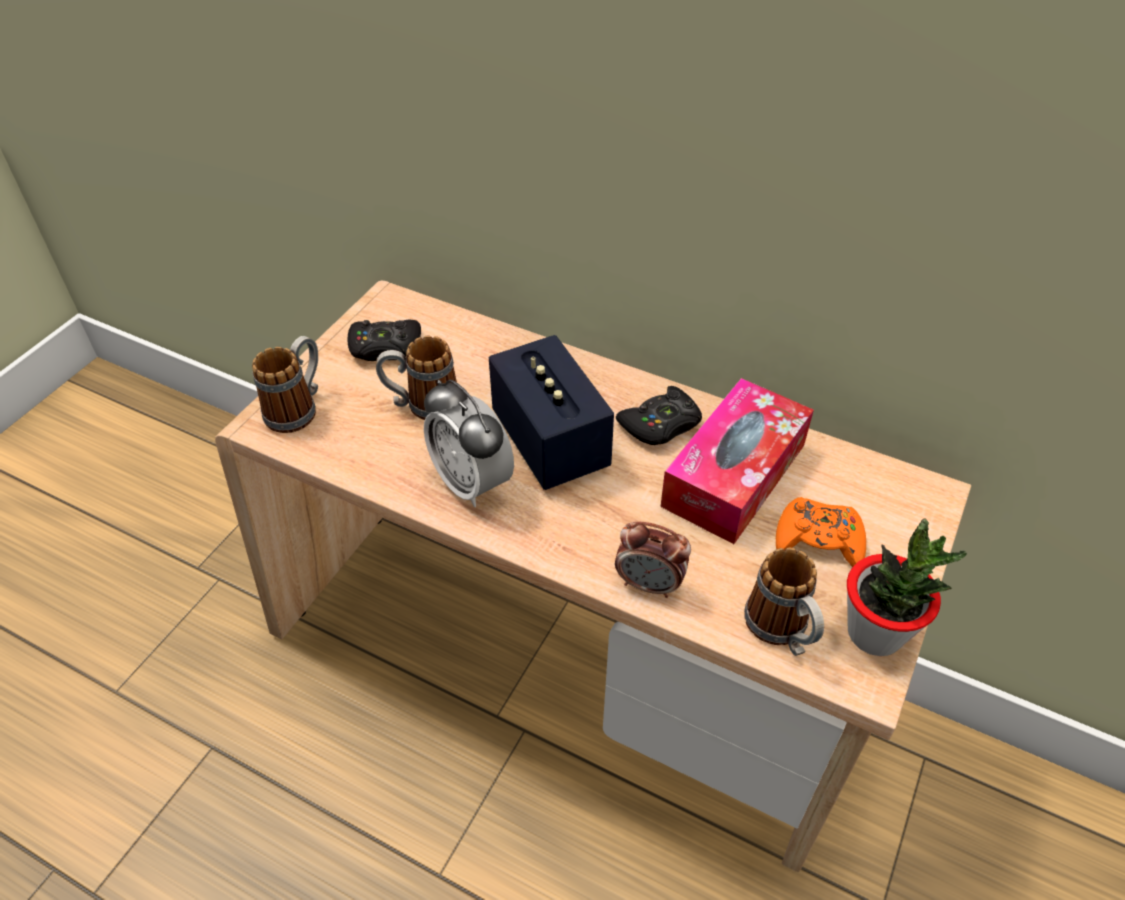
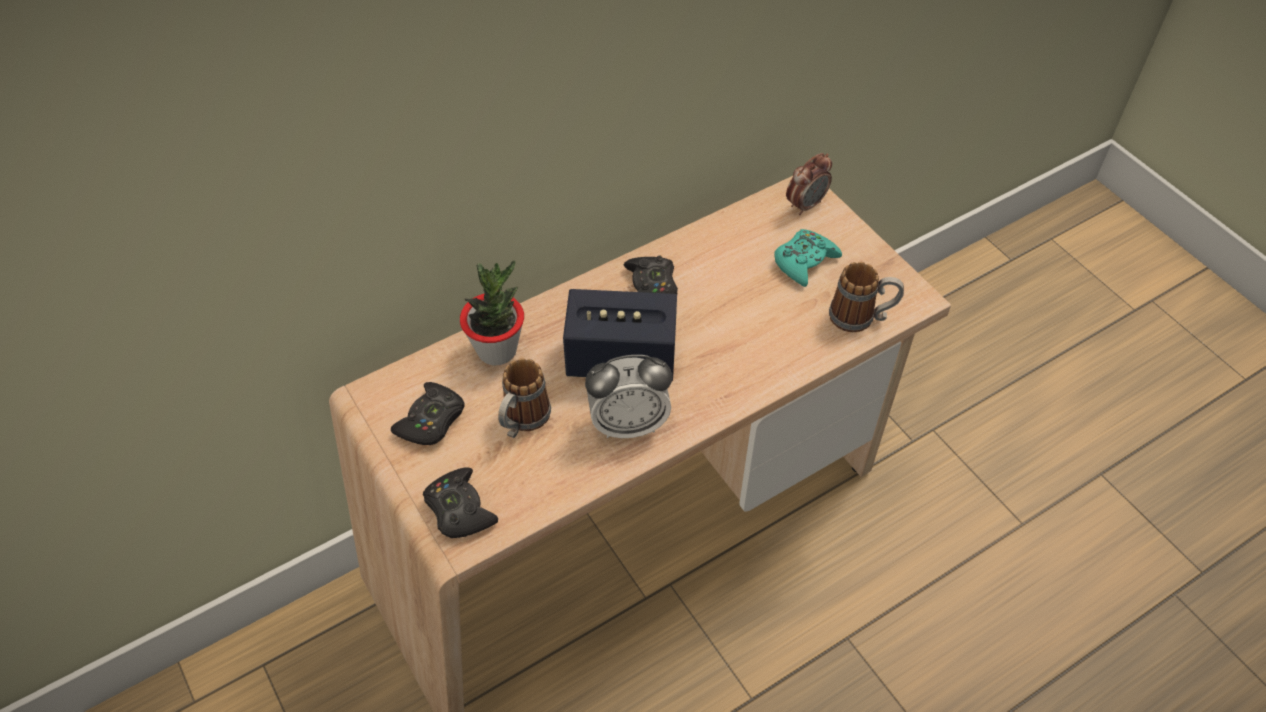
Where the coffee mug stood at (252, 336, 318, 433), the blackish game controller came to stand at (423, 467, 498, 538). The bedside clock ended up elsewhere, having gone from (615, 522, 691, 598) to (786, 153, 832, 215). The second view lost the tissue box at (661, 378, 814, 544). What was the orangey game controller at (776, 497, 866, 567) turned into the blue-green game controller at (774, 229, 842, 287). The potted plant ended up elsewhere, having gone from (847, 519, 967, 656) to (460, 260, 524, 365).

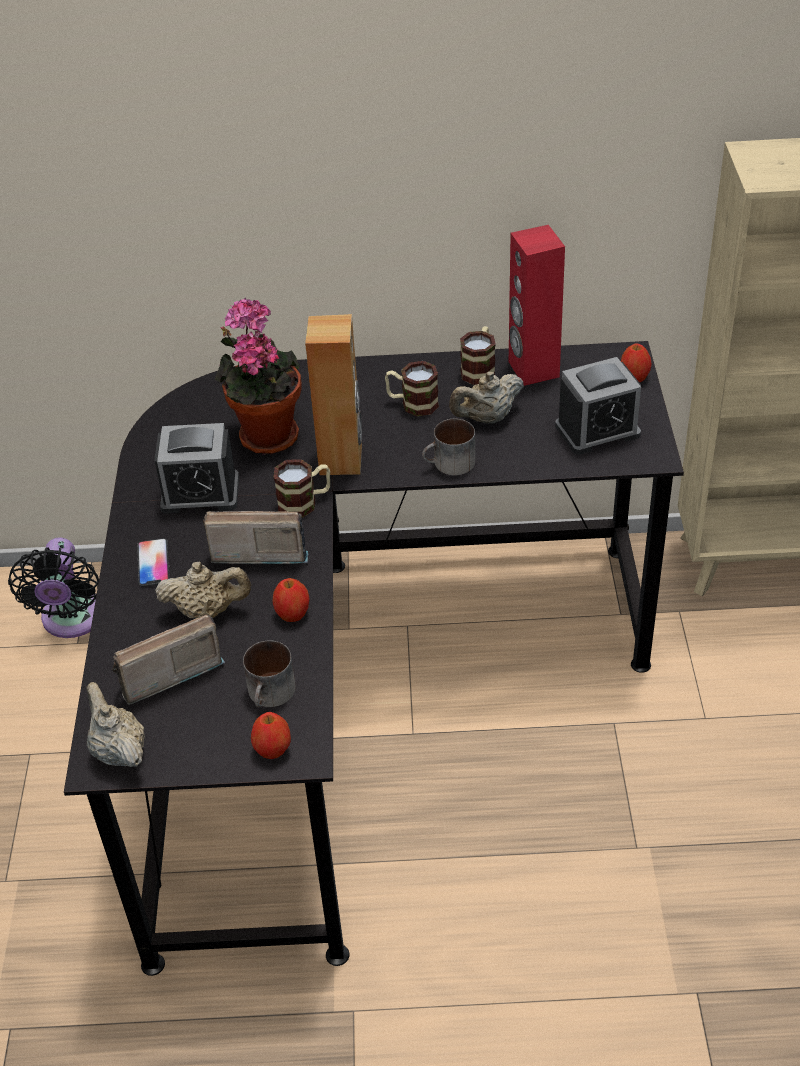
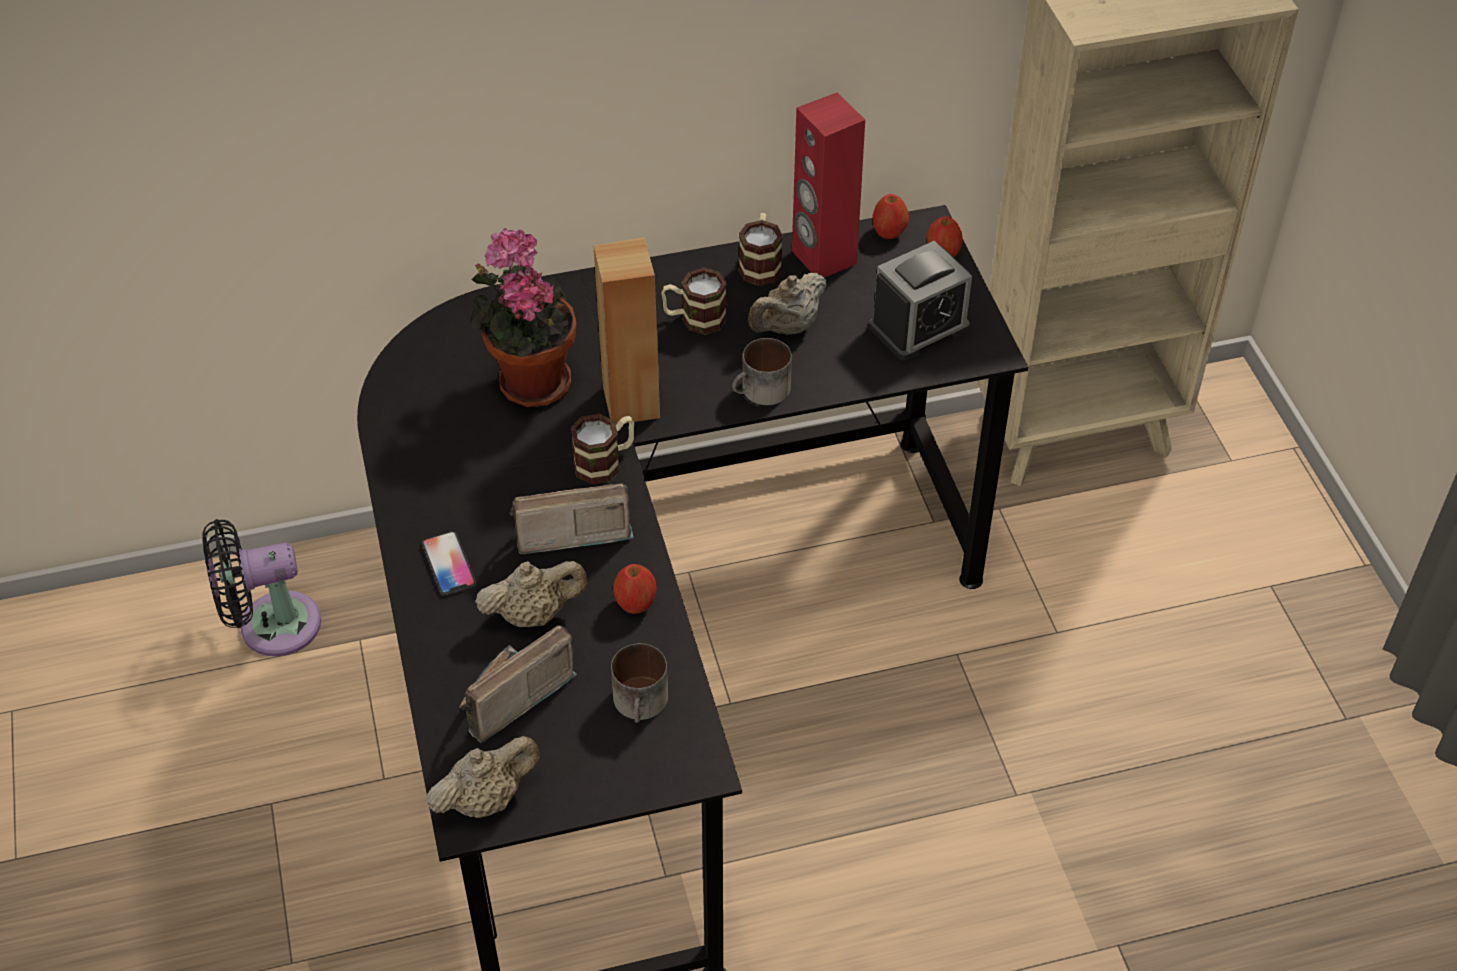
The blackish electric fan at (8, 537, 99, 638) ended up facing another way, 90 degrees clockwise from before. The beige-coloured tea pot at (87, 682, 145, 767) ended up facing another way, 105 degrees clockwise from before. The second view lost the bedside clock at (154, 423, 239, 514). The apple ended up elsewhere, having gone from (251, 712, 291, 759) to (873, 194, 909, 239).

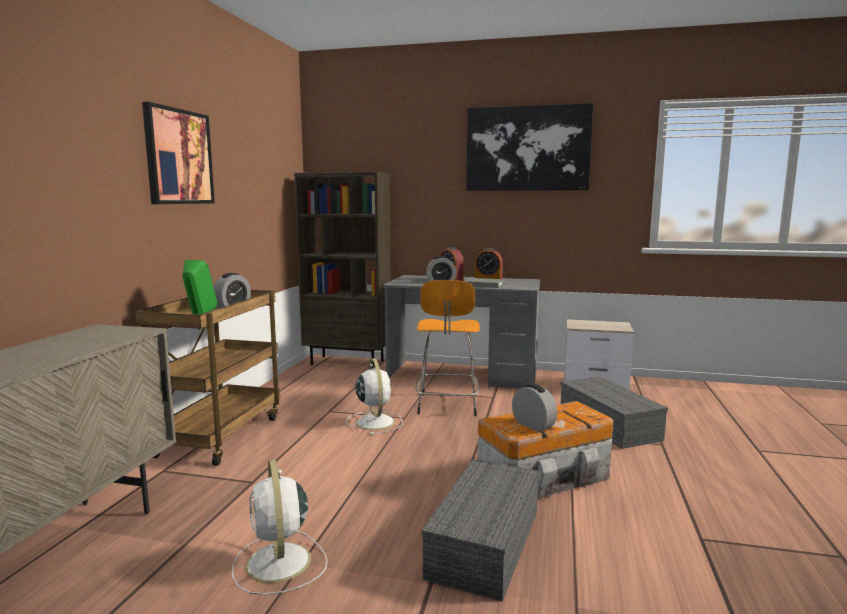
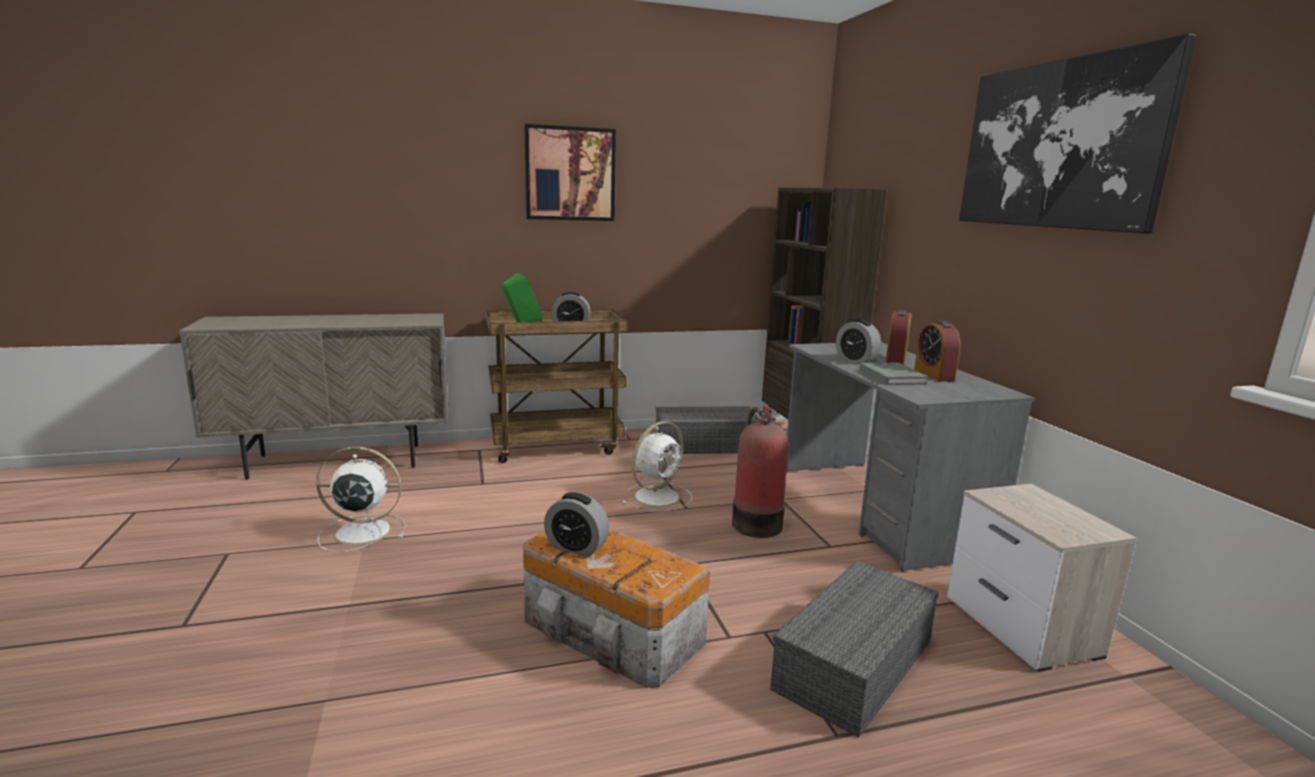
The white electric fan at (232, 459, 328, 595) ended up facing another way, 45 degrees clockwise from before. Where the orangey stool seat stood at (415, 280, 480, 416), the fire extinguisher came to stand at (732, 406, 789, 538). The gray storage container ended up elsewhere, having gone from (422, 459, 540, 601) to (656, 406, 760, 454). The bedside clock at (512, 384, 557, 432) ended up facing another way, 90 degrees clockwise from before.

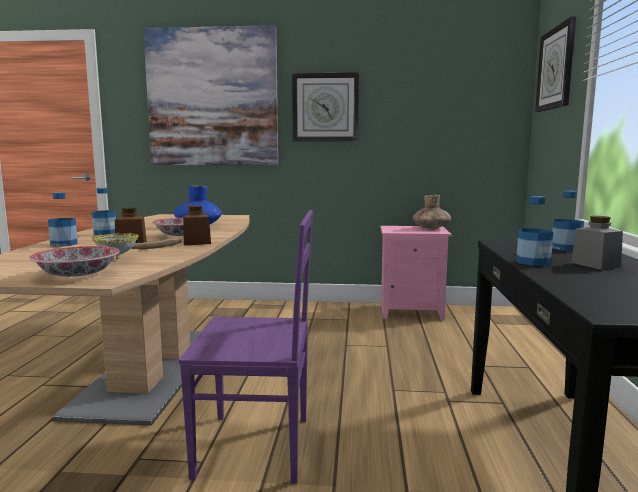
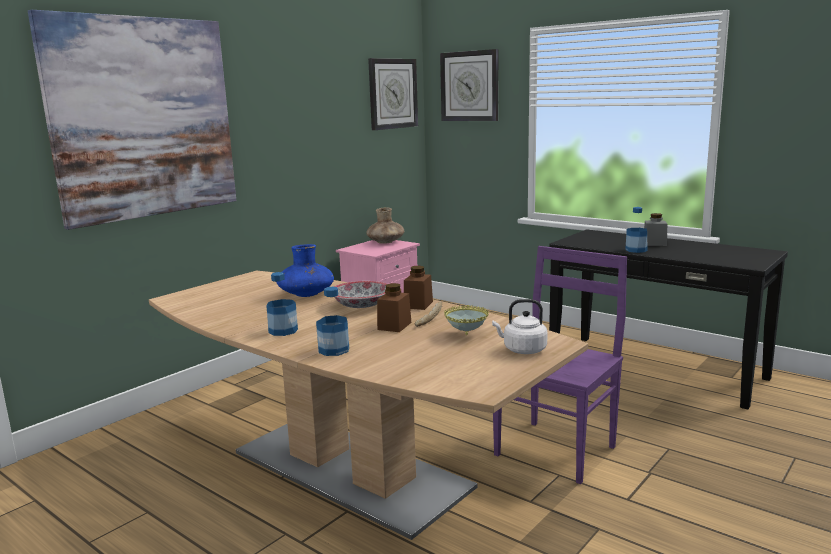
Where the deep dish stood at (29, 246, 120, 277), the white water kettle came to stand at (492, 299, 548, 354). The clock on the wall ended up elsewhere, having gone from (292, 72, 359, 142) to (368, 58, 418, 130). The second view lost the beverage bottle at (552, 191, 584, 251).

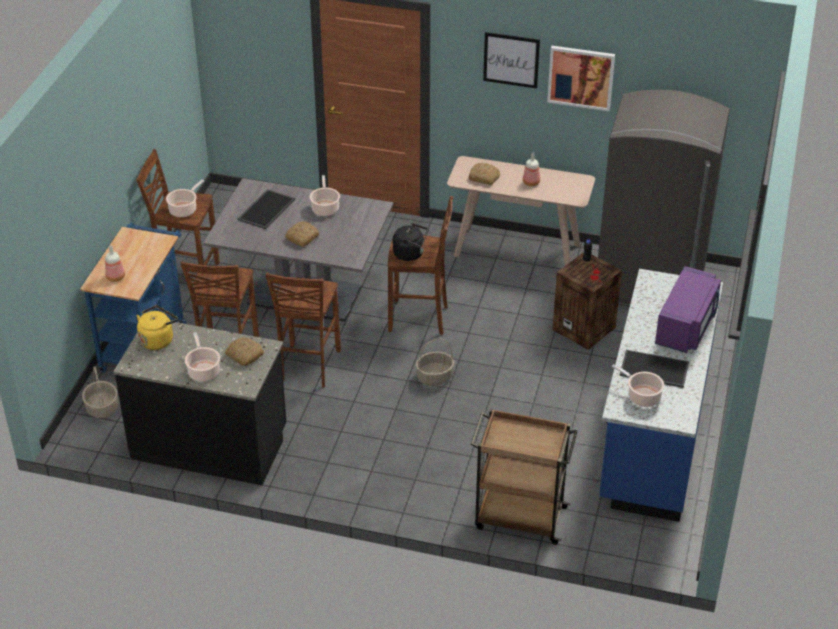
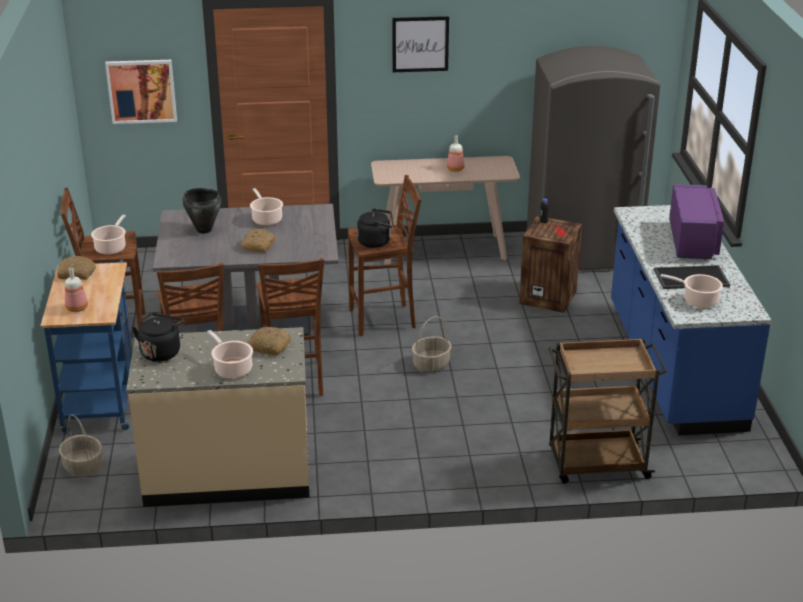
What was the blackish kitchen base unit at (113, 322, 286, 485) turned into the beige-coloured kitchen base unit at (126, 327, 309, 507). What was the yellowish water kettle at (136, 305, 178, 350) turned into the blackish water kettle at (132, 313, 185, 362). Where the tray stood at (237, 189, 295, 229), the blackish cooking pot came to stand at (182, 188, 221, 234). The baked bread ended up elsewhere, having gone from (469, 163, 500, 185) to (57, 256, 96, 280). The wall picture ended up elsewhere, having gone from (547, 46, 615, 111) to (105, 60, 177, 124).

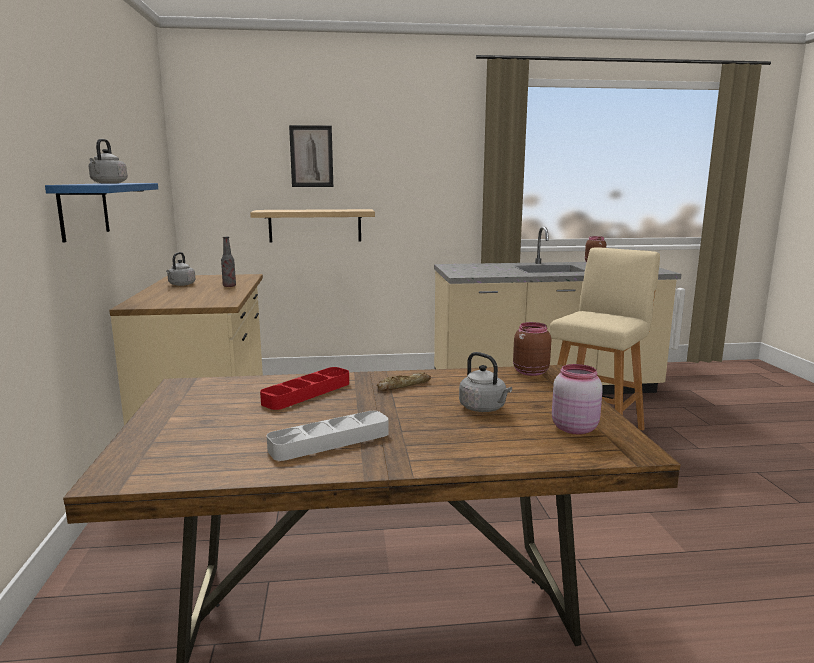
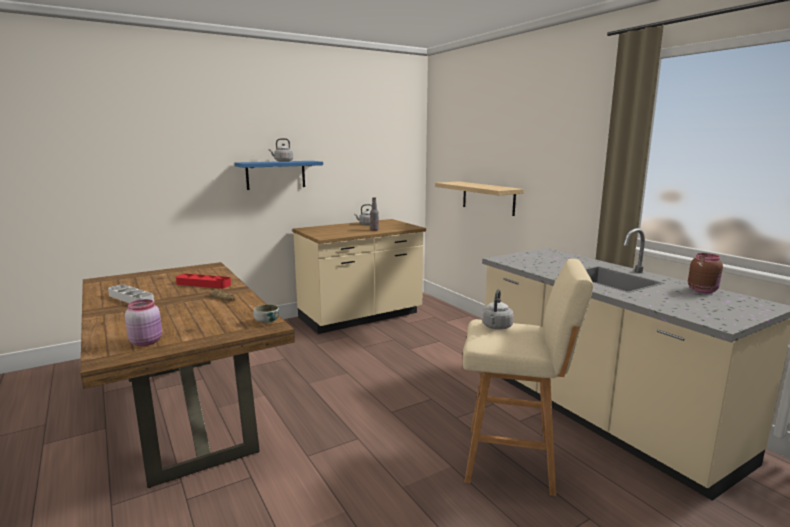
The second view lost the wall picture at (289, 125, 333, 187). The gray water kettle ended up elsewhere, having gone from (459, 352, 512, 412) to (482, 289, 514, 330). Where the brownish jar stood at (513, 322, 551, 376), the deep dish came to stand at (253, 305, 279, 324).

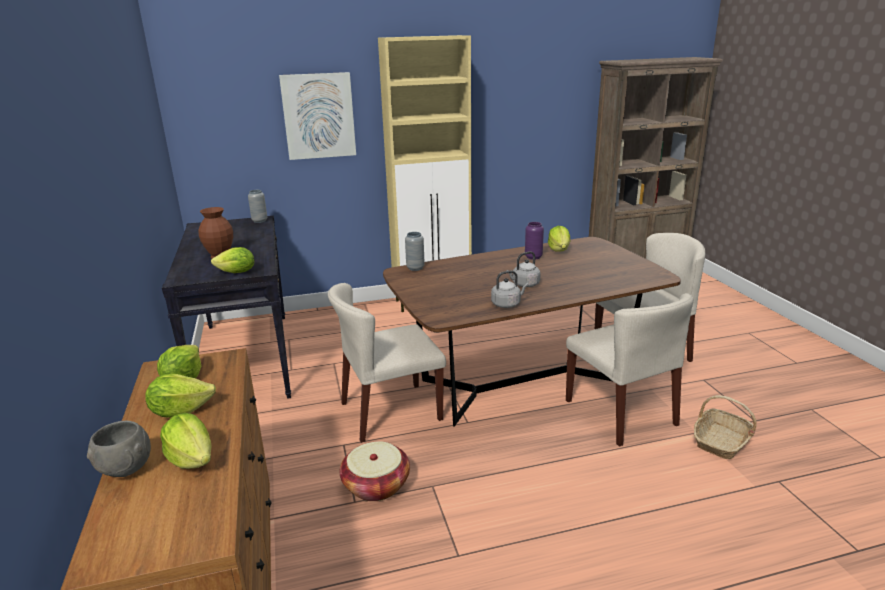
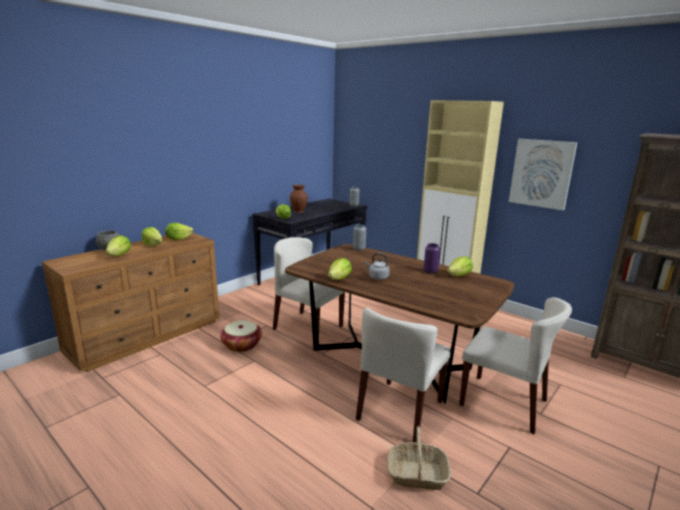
The wall picture ended up elsewhere, having gone from (279, 72, 356, 160) to (509, 139, 577, 210). Where the gray water kettle stood at (491, 271, 529, 308), the lettuce came to stand at (328, 258, 352, 280).

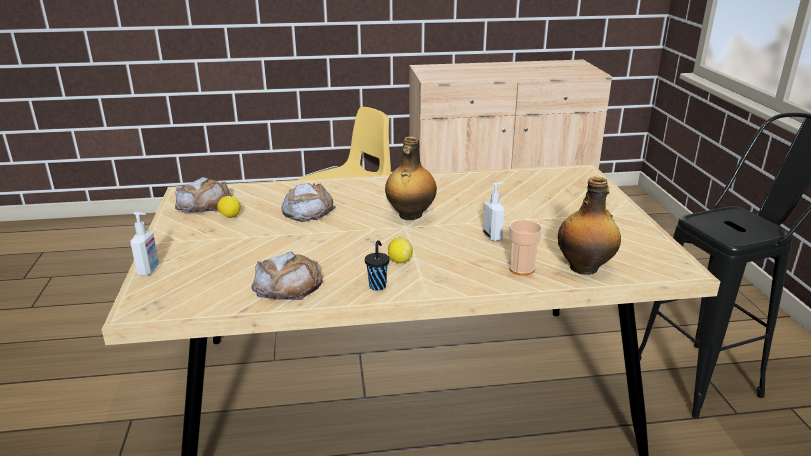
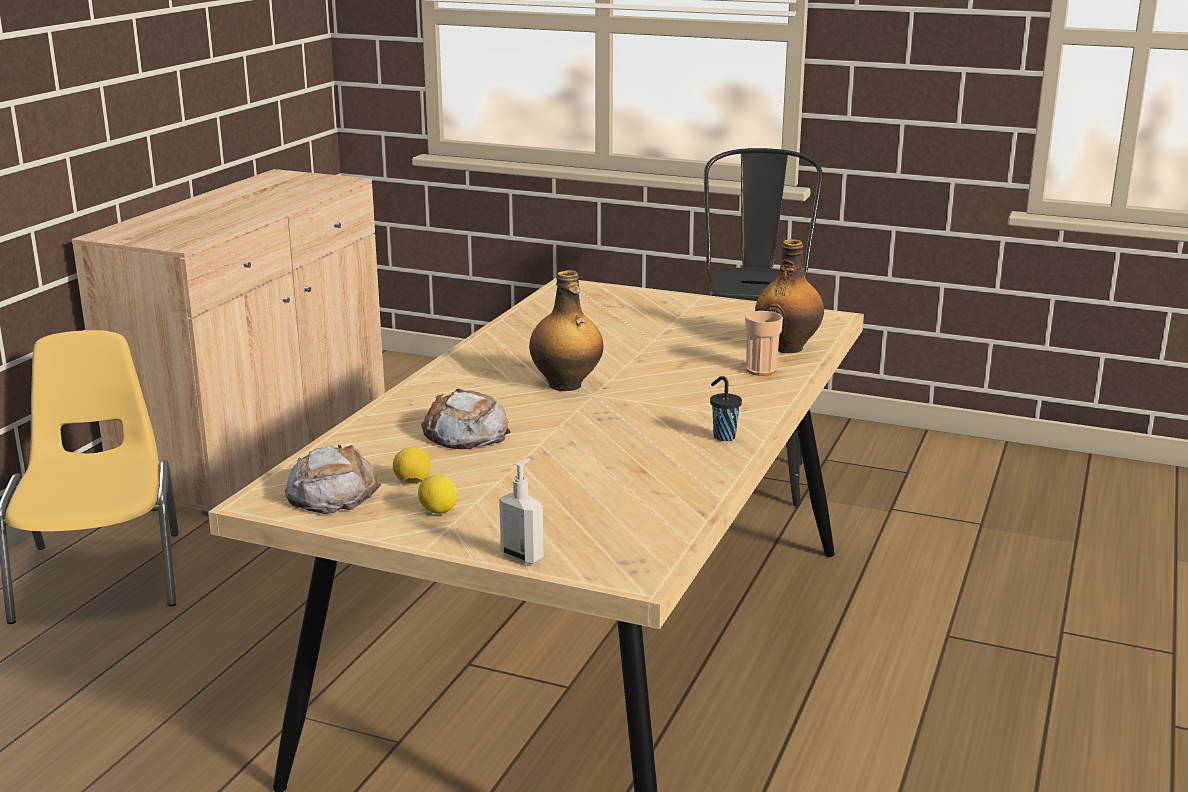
The second view lost the baked bread at (252, 252, 323, 300). The whole lemon ended up elsewhere, having gone from (388, 238, 413, 263) to (418, 474, 458, 514). The second view lost the soap bottle at (483, 182, 504, 241).

